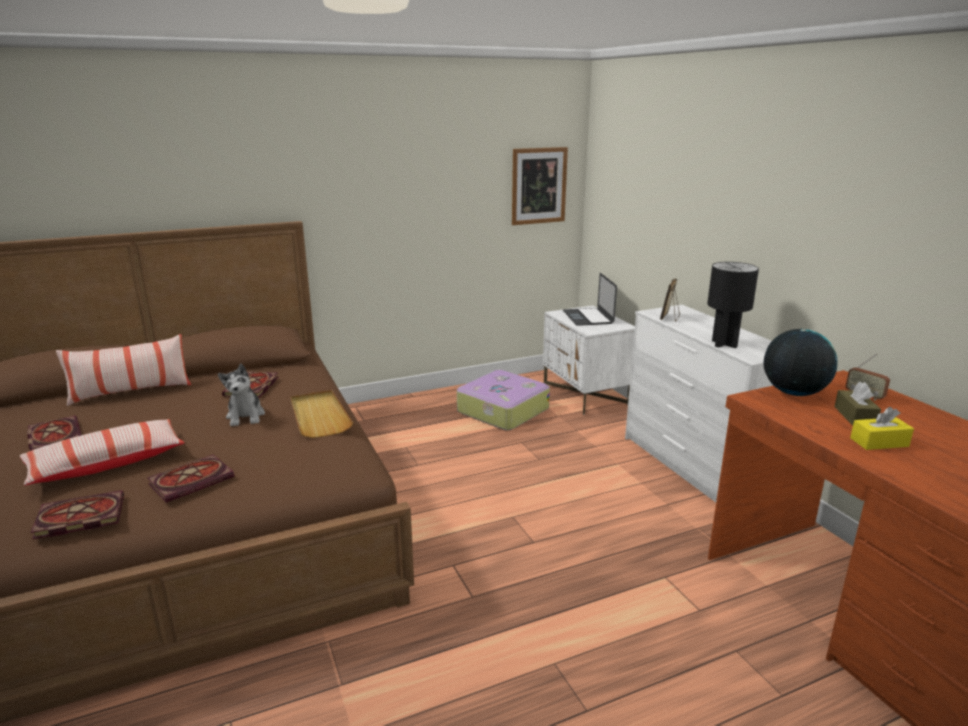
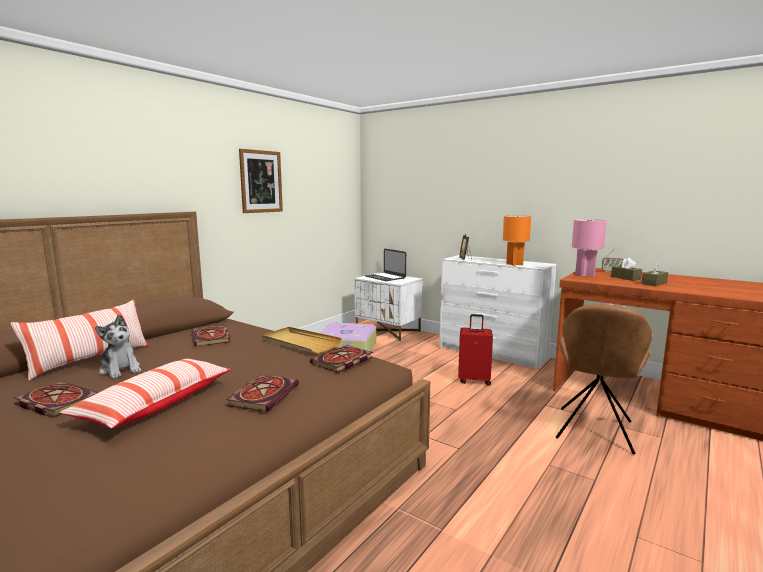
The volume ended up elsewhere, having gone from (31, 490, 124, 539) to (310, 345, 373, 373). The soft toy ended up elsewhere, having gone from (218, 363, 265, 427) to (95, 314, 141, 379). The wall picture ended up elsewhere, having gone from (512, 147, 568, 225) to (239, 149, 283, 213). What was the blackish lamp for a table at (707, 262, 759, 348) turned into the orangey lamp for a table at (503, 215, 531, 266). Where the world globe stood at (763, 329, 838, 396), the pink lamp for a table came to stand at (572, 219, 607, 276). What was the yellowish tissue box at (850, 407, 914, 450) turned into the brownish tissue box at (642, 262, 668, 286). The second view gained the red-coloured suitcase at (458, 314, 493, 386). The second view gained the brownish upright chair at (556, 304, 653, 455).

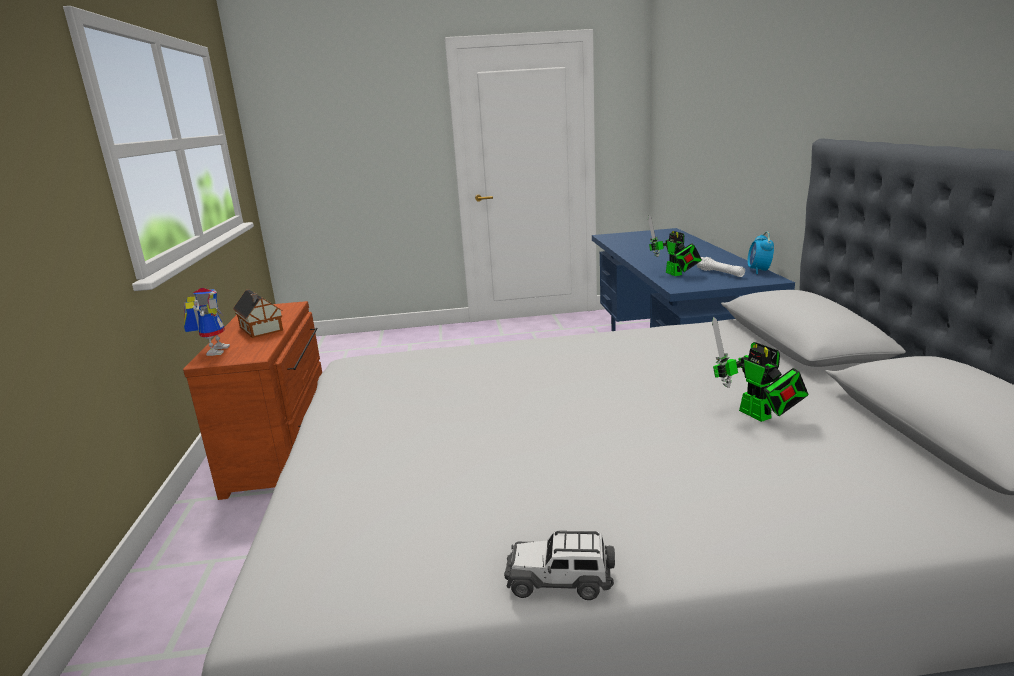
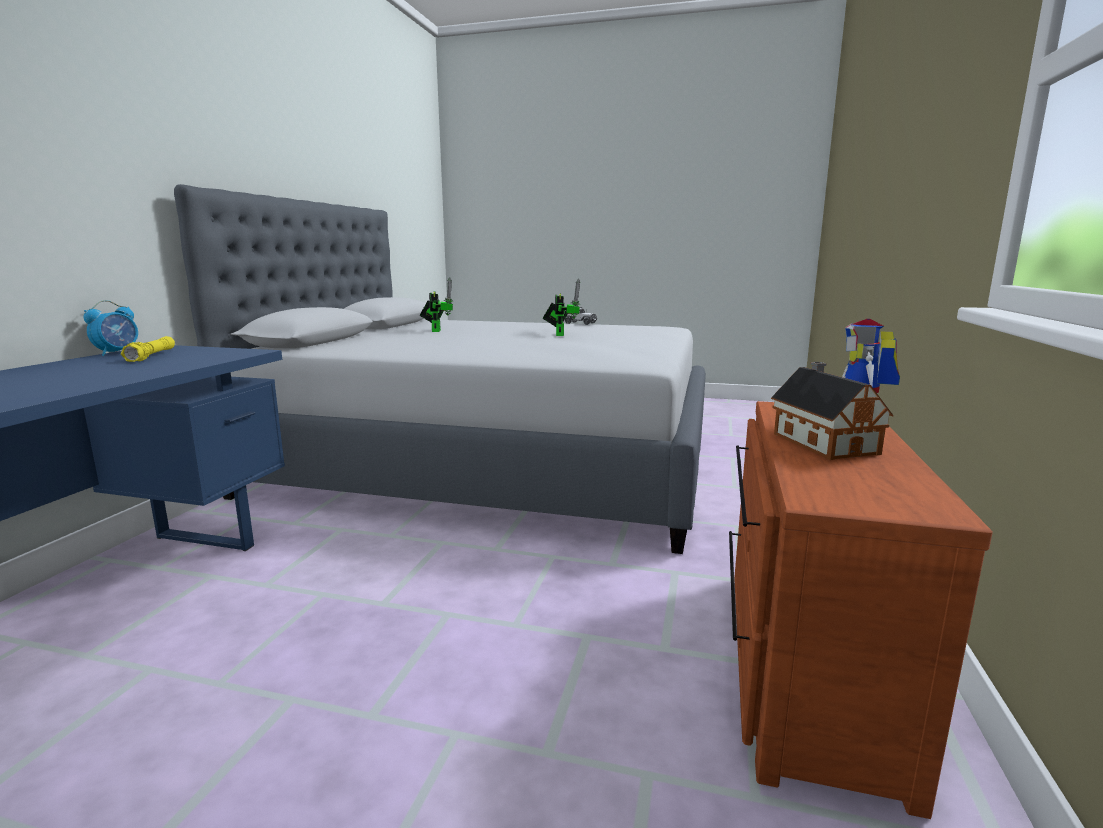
The toy robot ended up elsewhere, having gone from (648, 215, 702, 276) to (543, 279, 580, 336). What was the white flashlight at (696, 257, 745, 277) turned into the yellowish flashlight at (121, 336, 175, 362).

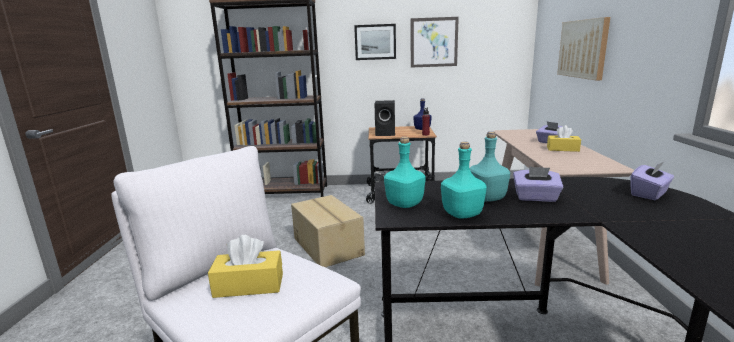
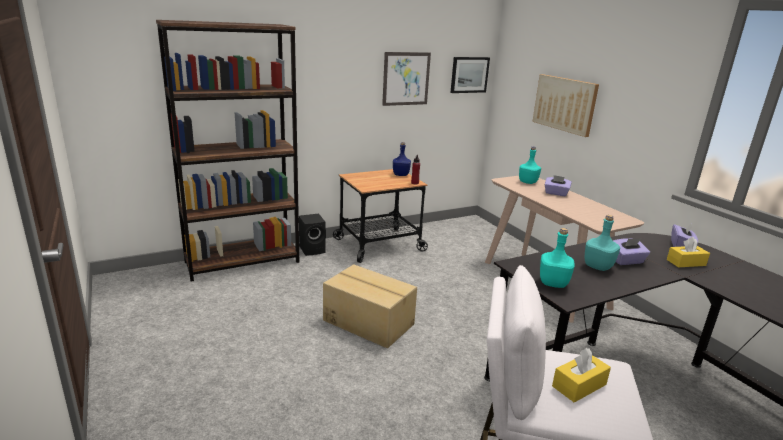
The wall picture ended up elsewhere, having gone from (354, 24, 396, 60) to (450, 57, 490, 93). The blackish audio speaker ended up elsewhere, having gone from (375, 100, 395, 136) to (299, 213, 326, 256). The blue-green beverage bottle ended up elsewhere, having gone from (441, 142, 487, 219) to (519, 147, 541, 184). The yellowish tissue box ended up elsewhere, having gone from (547, 125, 581, 152) to (667, 237, 710, 267).

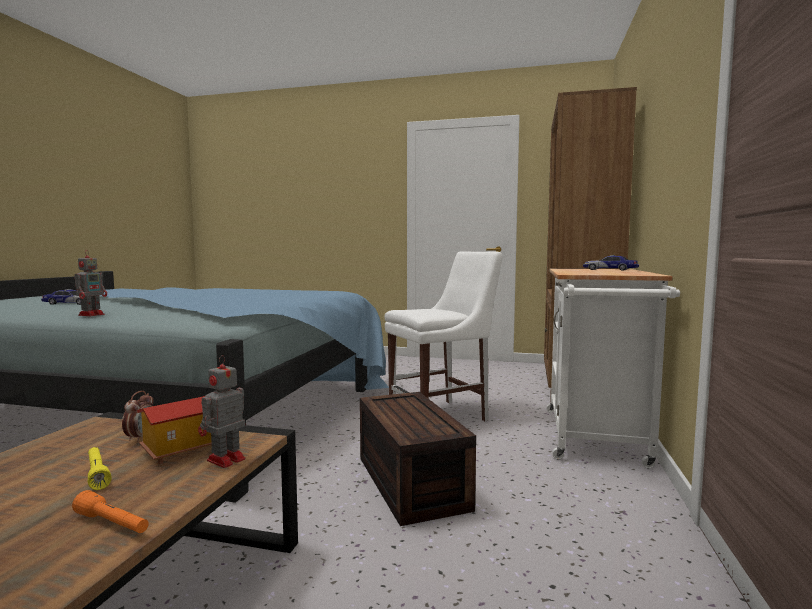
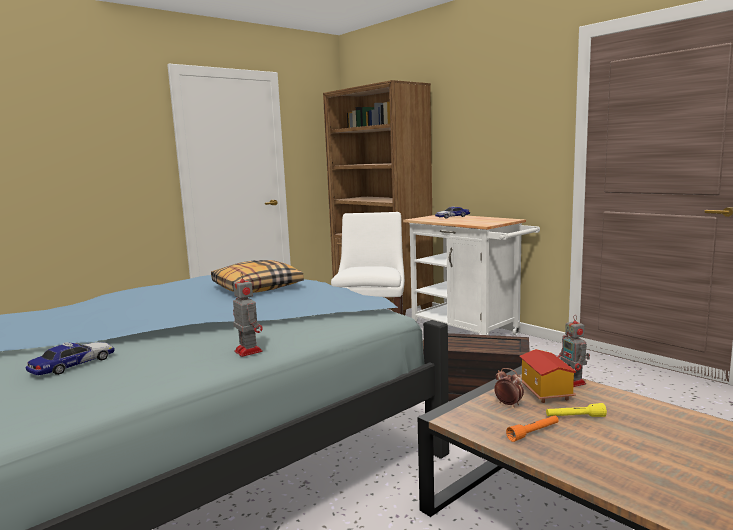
The orangey flashlight ended up elsewhere, having gone from (72, 490, 149, 533) to (506, 415, 559, 442). The second view gained the throw pillow at (211, 260, 304, 293).

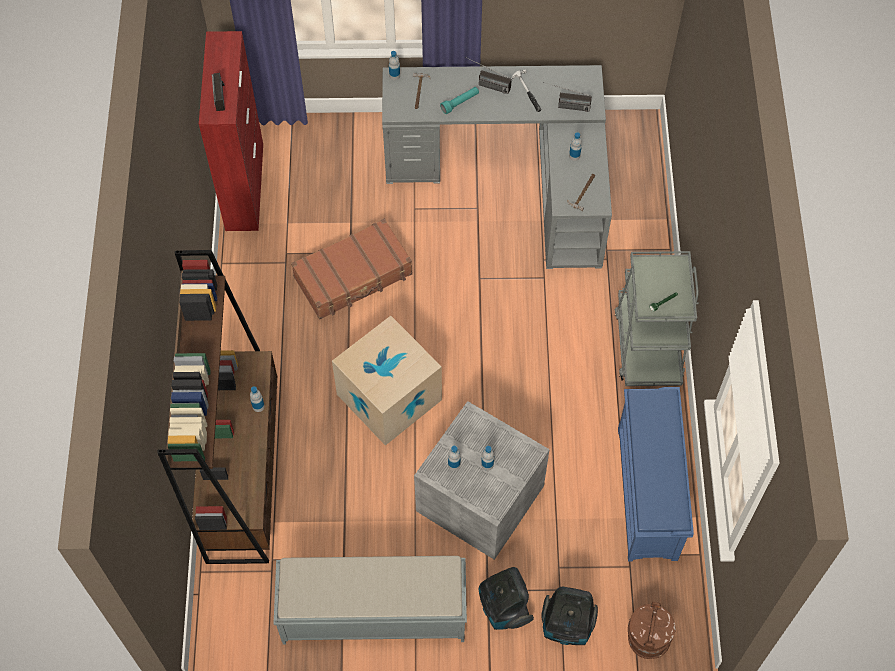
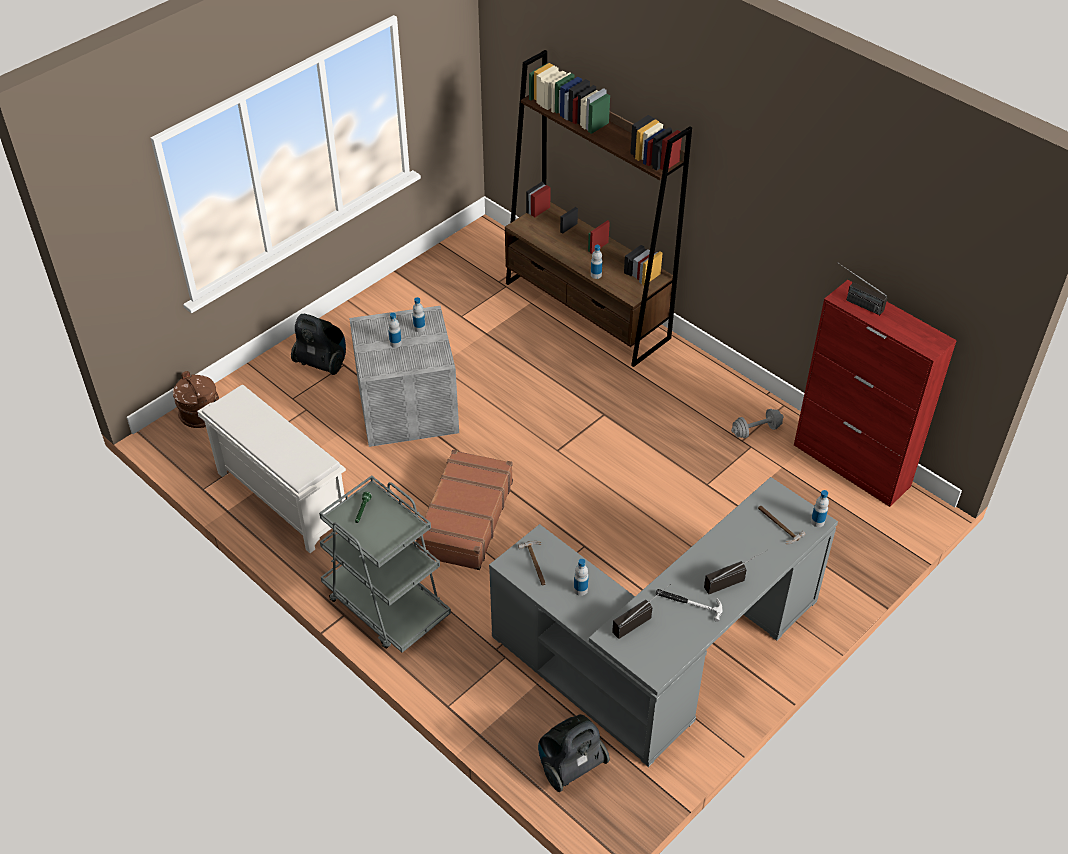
The second view lost the gray indoor bench at (273, 556, 467, 644). The brownish suitcase ended up elsewhere, having gone from (291, 219, 412, 319) to (416, 450, 513, 570). The second view lost the packing box at (332, 316, 442, 446). The second view lost the blue-green flashlight at (440, 87, 479, 114). The vacuum cleaner ended up elsewhere, having gone from (542, 587, 598, 645) to (538, 714, 610, 792). What was the blue-coloured shoe rack at (618, 387, 694, 561) turned into the white shoe rack at (197, 385, 346, 553). The second view gained the gray free weight at (731, 409, 784, 438).

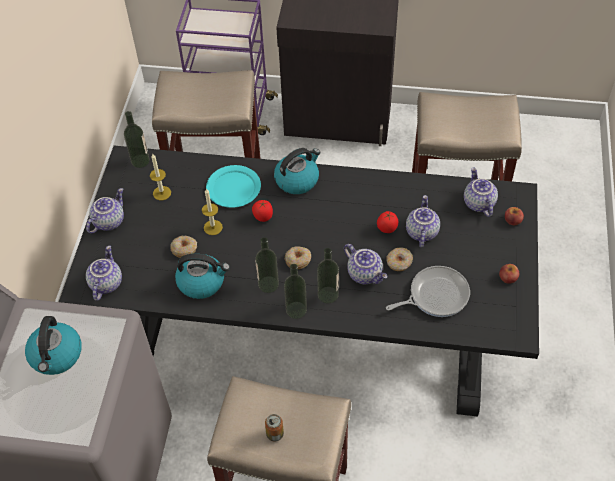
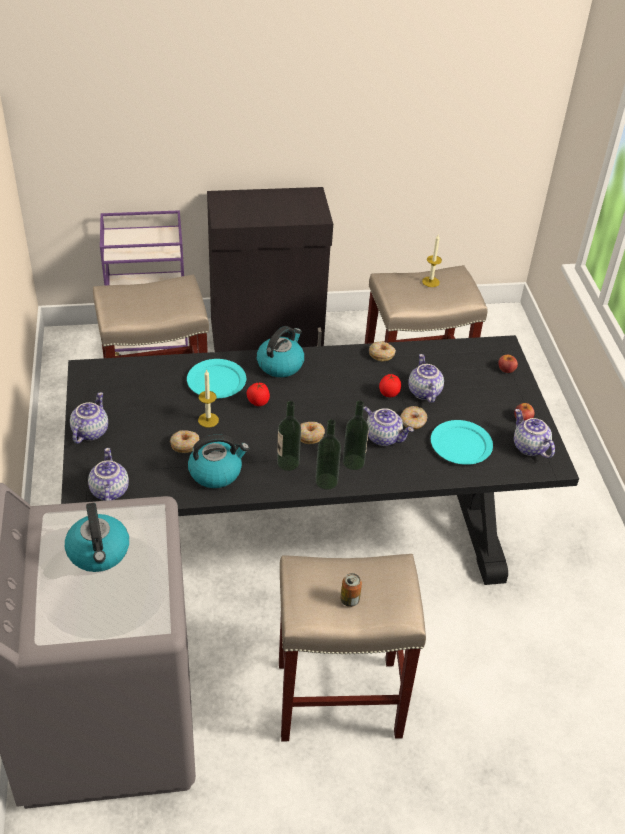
The second view lost the beverage bottle at (124, 111, 150, 168). The wax candle ended up elsewhere, having gone from (150, 154, 171, 200) to (422, 235, 442, 287). Where the skillet stood at (386, 266, 470, 317), the blue-green dinner plate came to stand at (431, 420, 493, 465). The tea pot ended up elsewhere, having gone from (464, 167, 498, 217) to (514, 409, 555, 458). The second view gained the ring doughnut at (369, 341, 396, 361).

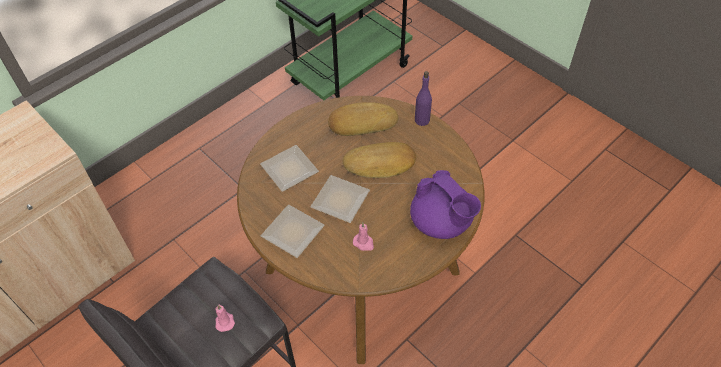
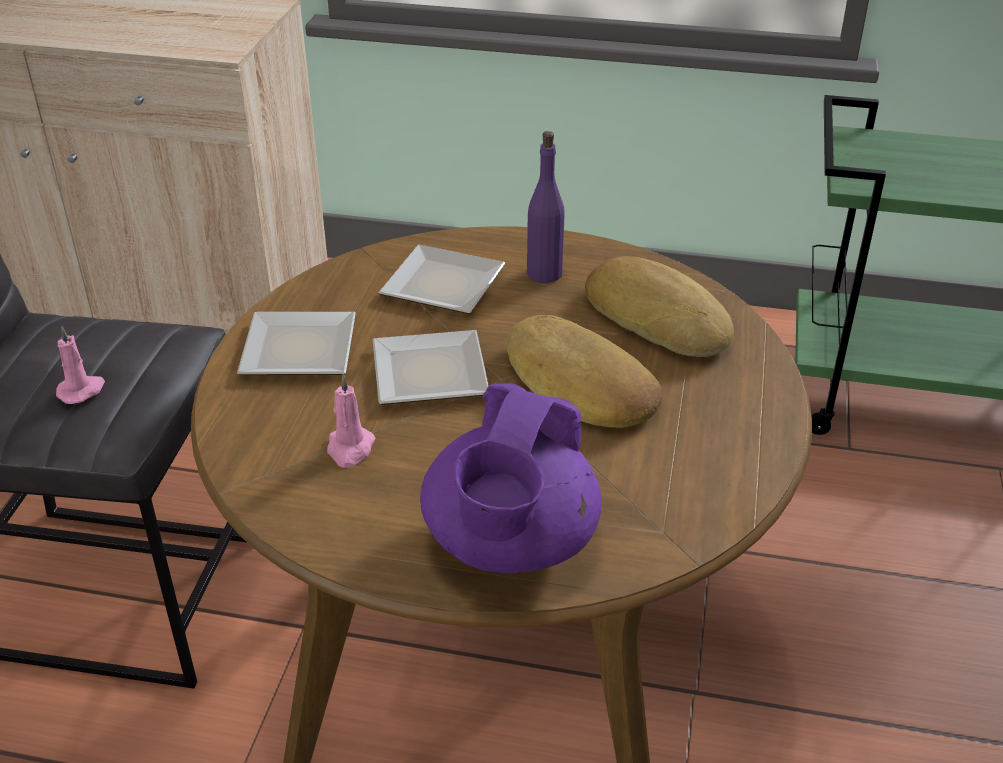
The purplish beverage bottle ended up elsewhere, having gone from (415, 71, 432, 126) to (527, 131, 565, 283).

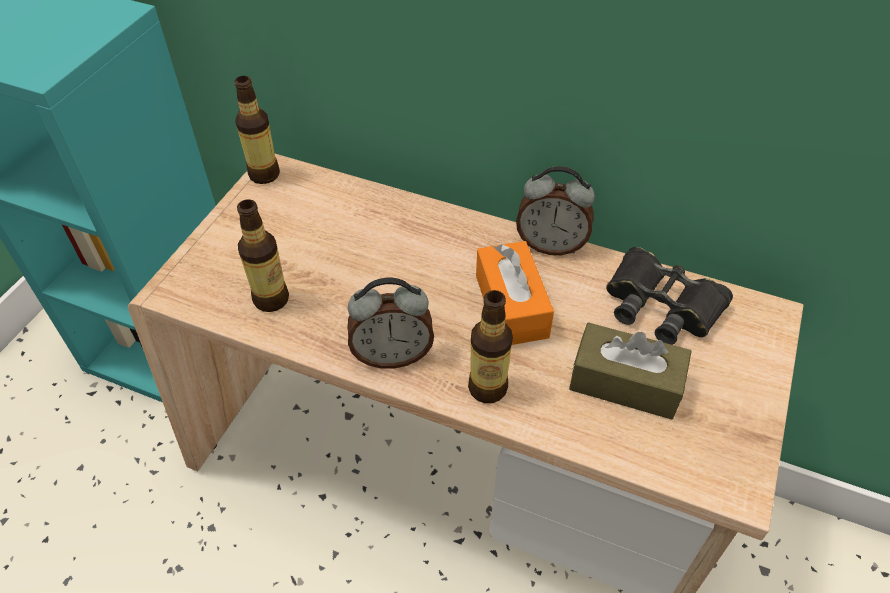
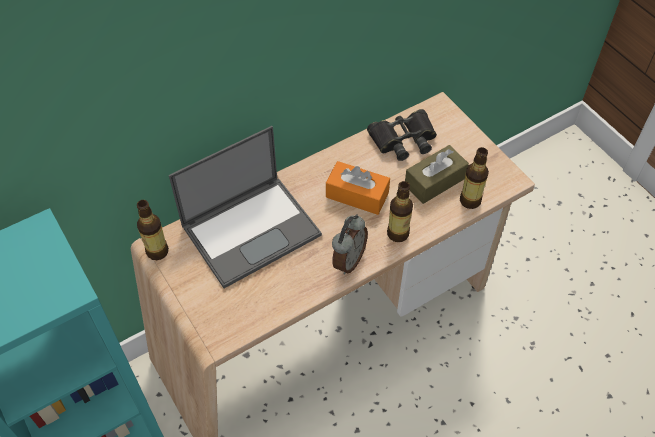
The beverage bottle ended up elsewhere, having gone from (237, 199, 289, 312) to (460, 147, 489, 209). The second view lost the bedside clock at (516, 166, 595, 255). The second view gained the laptop at (169, 126, 322, 288).

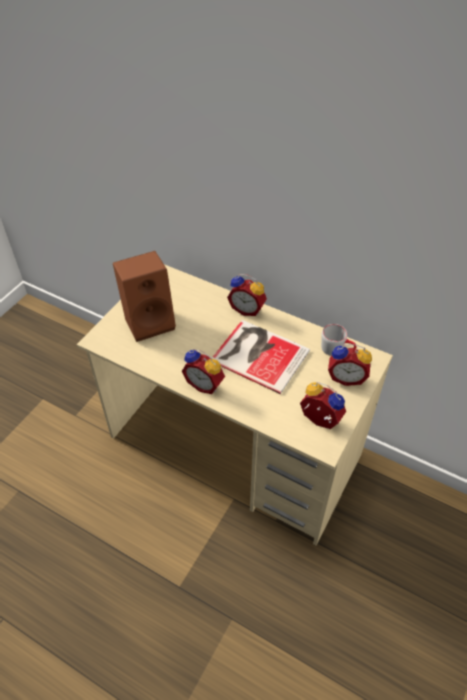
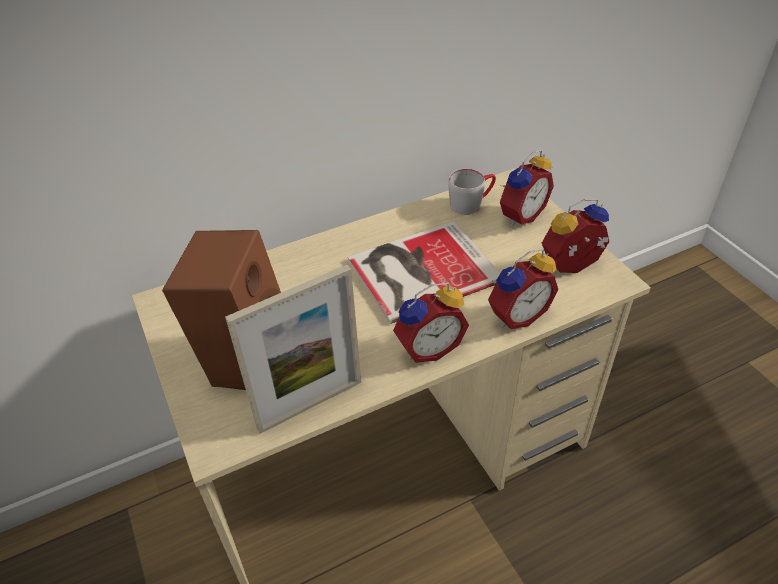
The bedside clock ended up elsewhere, having gone from (227, 274, 267, 316) to (488, 249, 558, 329). The second view gained the picture frame at (225, 265, 361, 434).

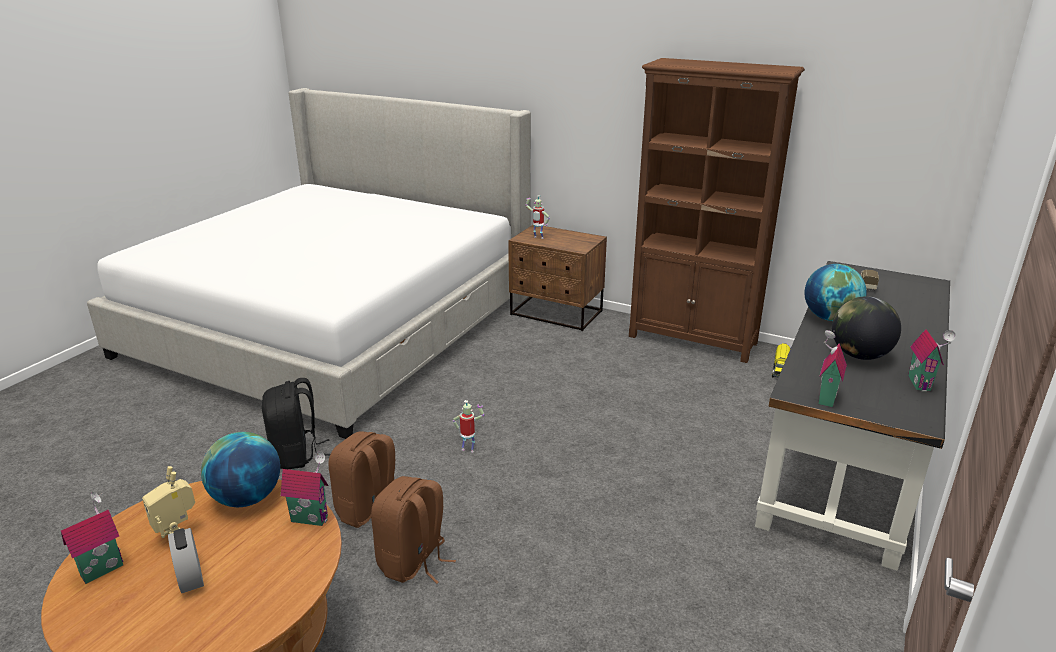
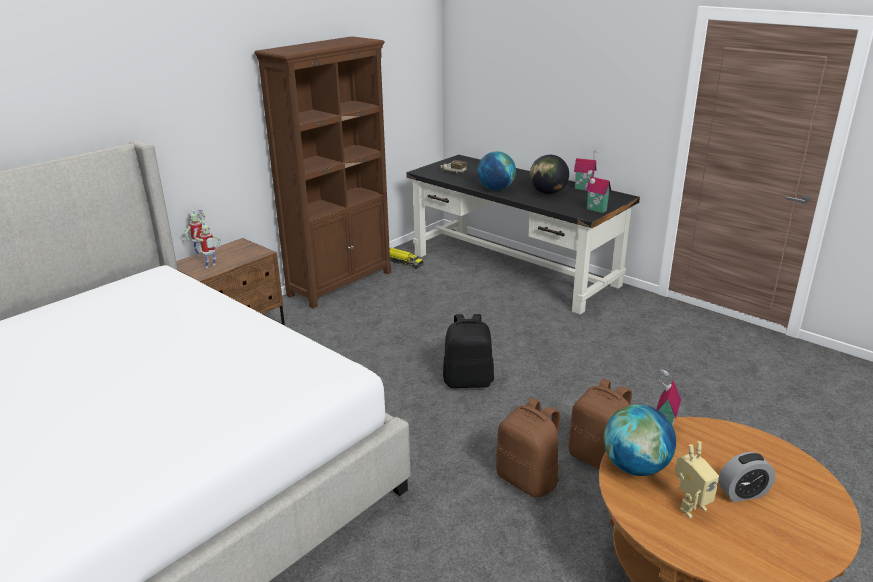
The second view lost the model house at (61, 492, 124, 584). The blackish rucksack ended up elsewhere, having gone from (262, 378, 330, 469) to (443, 314, 494, 388). The toy robot ended up elsewhere, having gone from (453, 400, 484, 453) to (184, 210, 205, 256).

